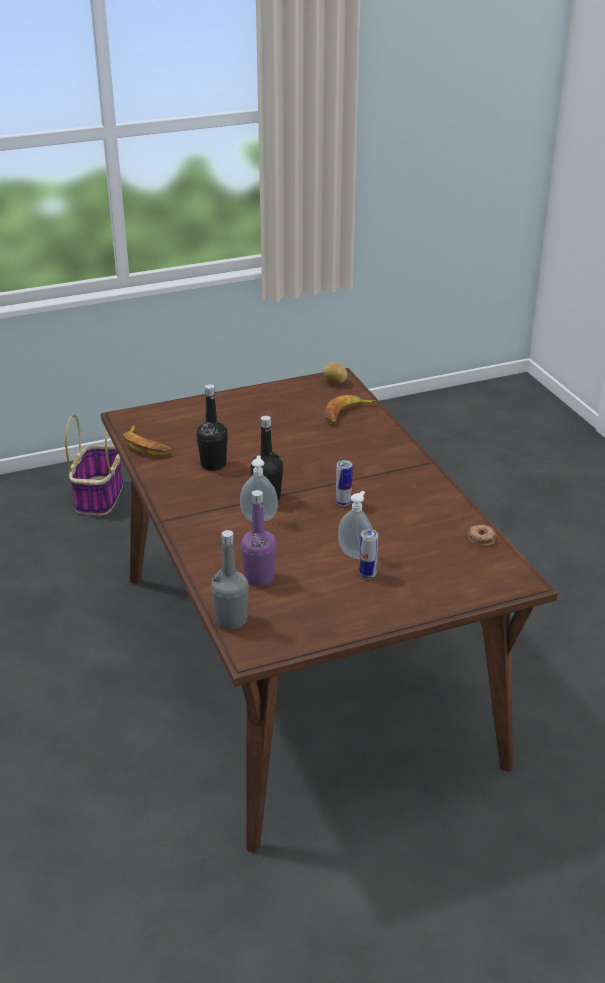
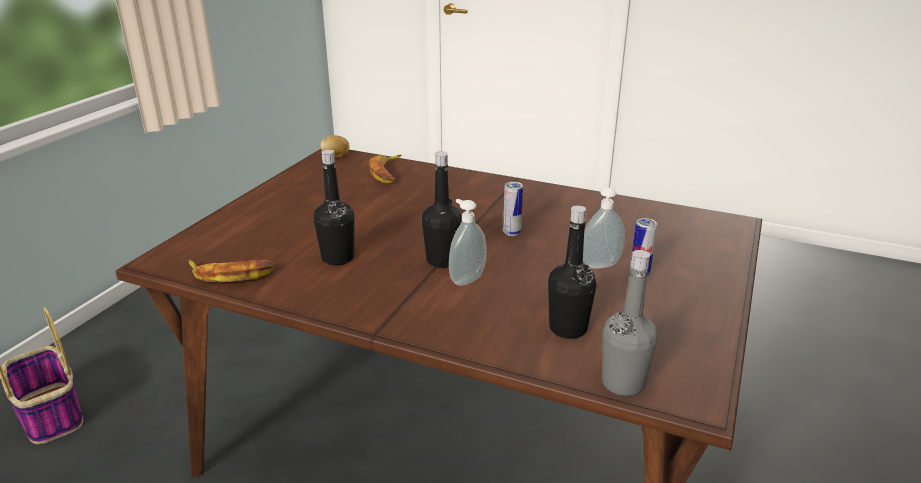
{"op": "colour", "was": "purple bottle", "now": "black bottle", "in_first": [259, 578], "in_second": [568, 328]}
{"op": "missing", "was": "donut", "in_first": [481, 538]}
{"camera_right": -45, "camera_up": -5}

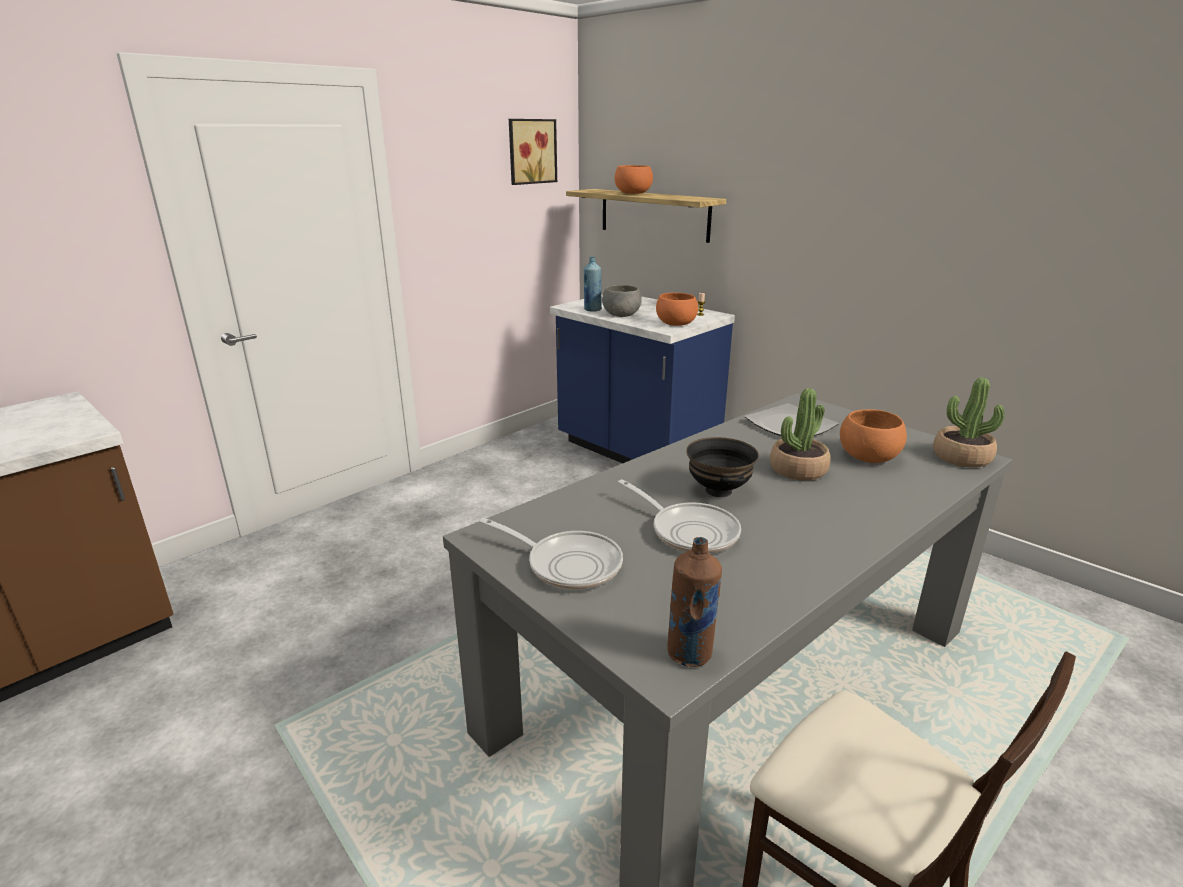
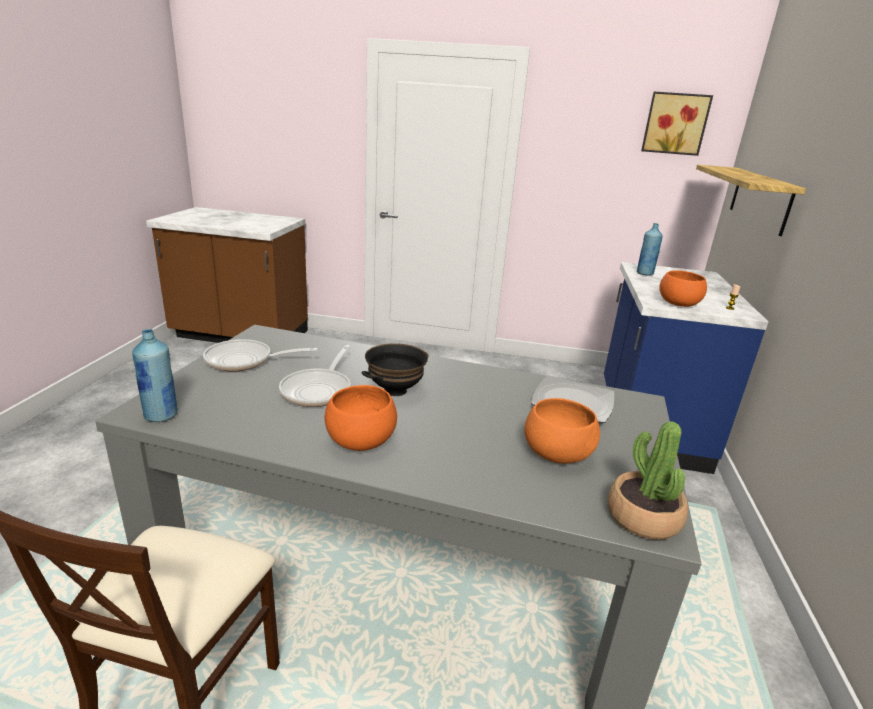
{"op": "colour", "was": "brown bottle", "now": "blue bottle", "in_first": [690, 653], "in_second": [161, 415]}
{"op": "spun", "was": "frying pan", "in_first": [567, 564], "in_second": [245, 361], "clockwise": 90}
{"op": "relocated", "was": "orange bowl", "in_first": [633, 193], "in_second": [361, 441]}
{"op": "missing", "was": "grey bowl", "in_first": [621, 314]}
{"op": "missing", "was": "potted plant", "in_first": [798, 469]}
{"camera_right": 55, "camera_up": 0}

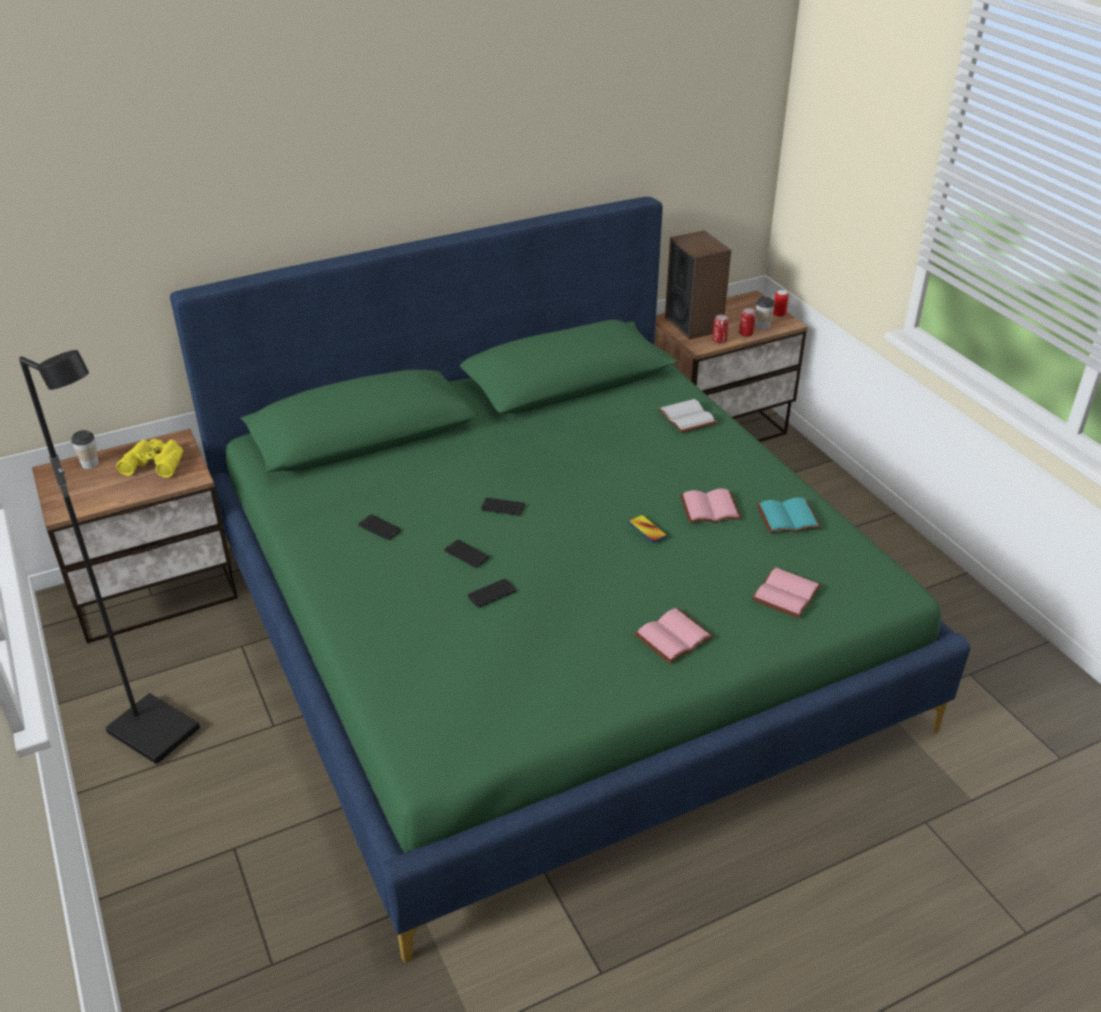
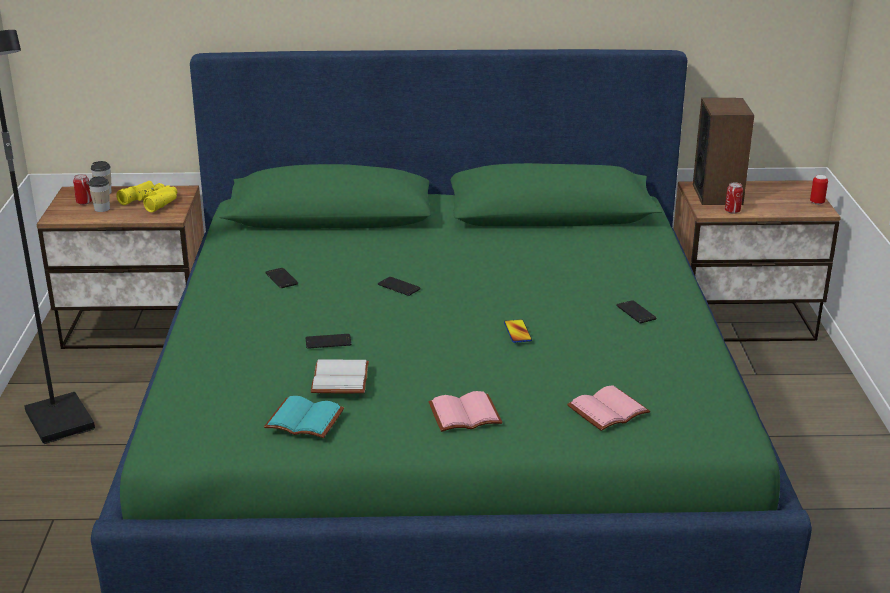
{"op": "relocated", "was": "can", "in_first": [746, 334], "in_second": [84, 202]}
{"op": "relocated", "was": "cup", "in_first": [762, 326], "in_second": [102, 209]}
{"op": "relocated", "was": "turquoise book", "in_first": [788, 517], "in_second": [306, 419]}
{"op": "relocated", "was": "white book", "in_first": [688, 417], "in_second": [342, 379]}
{"op": "relocated", "was": "phone", "in_first": [466, 554], "in_second": [636, 312]}
{"op": "missing", "was": "pink book", "in_first": [709, 509]}
{"camera_right": 25, "camera_up": -10}

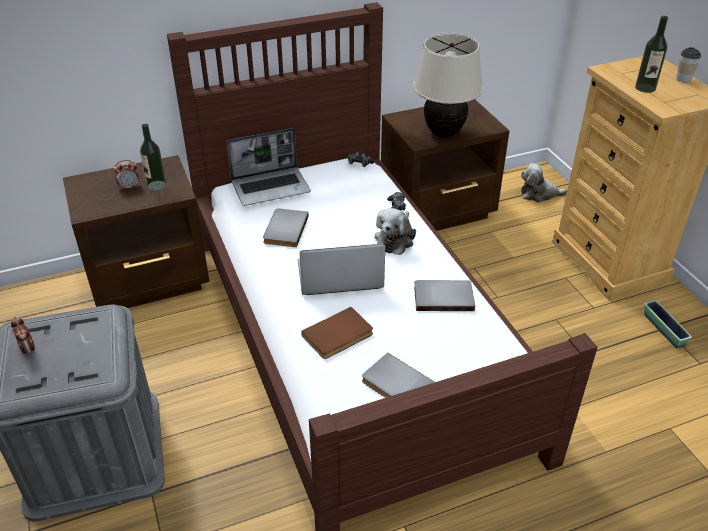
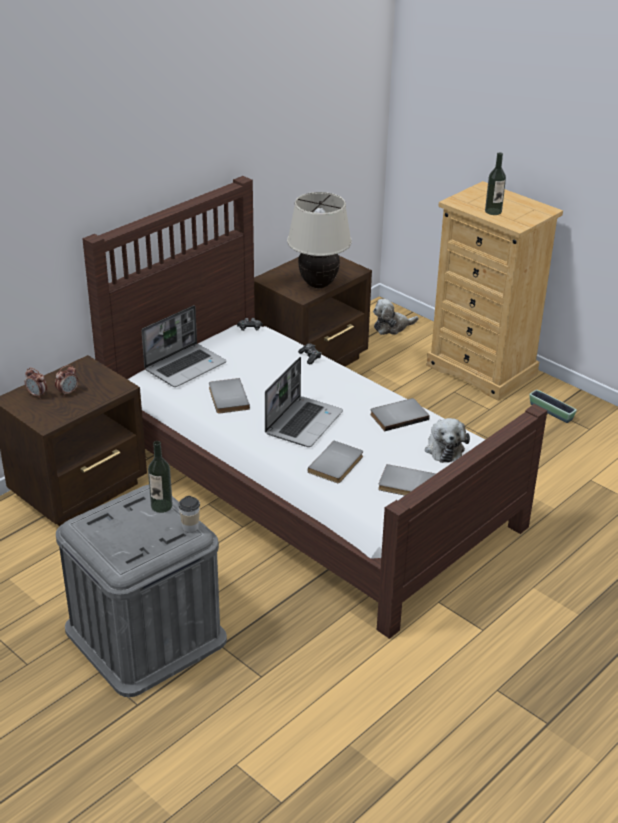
{"op": "relocated", "was": "alarm clock", "in_first": [28, 350], "in_second": [37, 395]}
{"op": "relocated", "was": "bottle", "in_first": [157, 185], "in_second": [161, 506]}
{"op": "relocated", "was": "cup", "in_first": [683, 79], "in_second": [190, 527]}
{"op": "spun", "was": "laptop", "in_first": [338, 276], "in_second": [303, 422], "clockwise": 150}
{"op": "colour", "was": "brown book", "now": "grey book", "in_first": [339, 336], "in_second": [337, 464]}
{"op": "relocated", "was": "plush toy", "in_first": [395, 239], "in_second": [444, 448]}
{"camera_right": -25, "camera_up": -5}

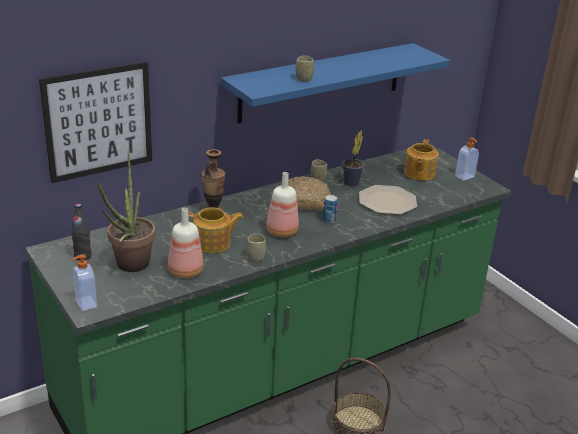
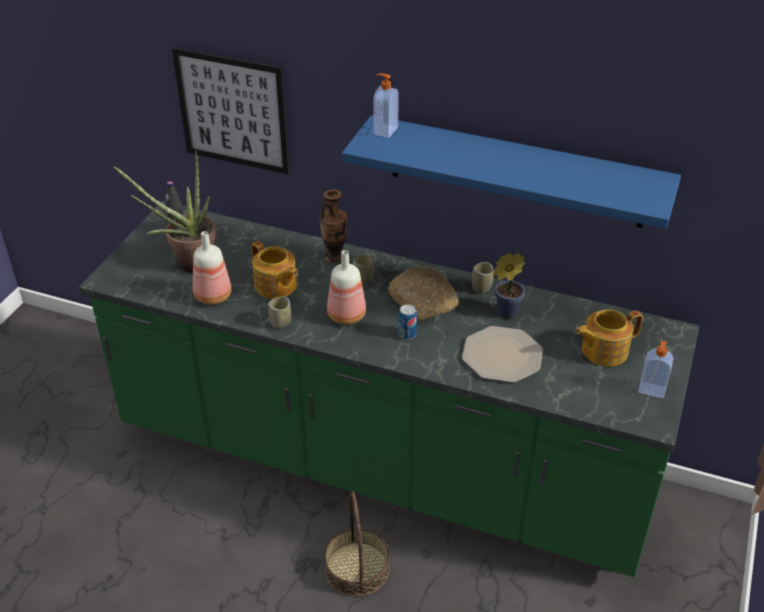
{"op": "relocated", "was": "cup", "in_first": [304, 79], "in_second": [363, 279]}
{"op": "relocated", "was": "soap dispenser", "in_first": [85, 303], "in_second": [385, 131]}
{"camera_right": 55, "camera_up": 10}

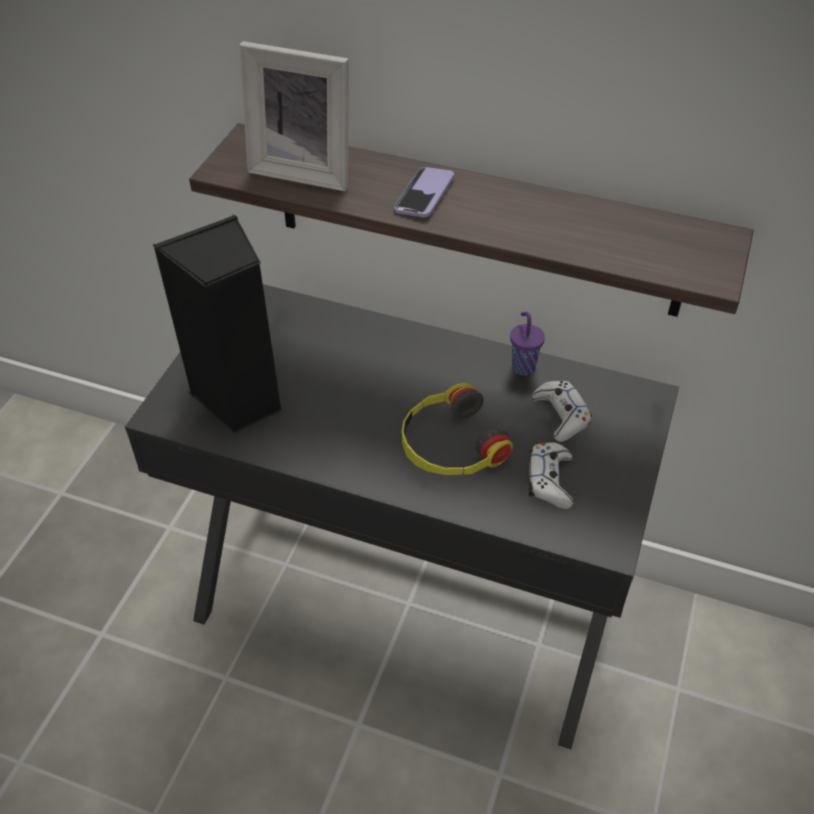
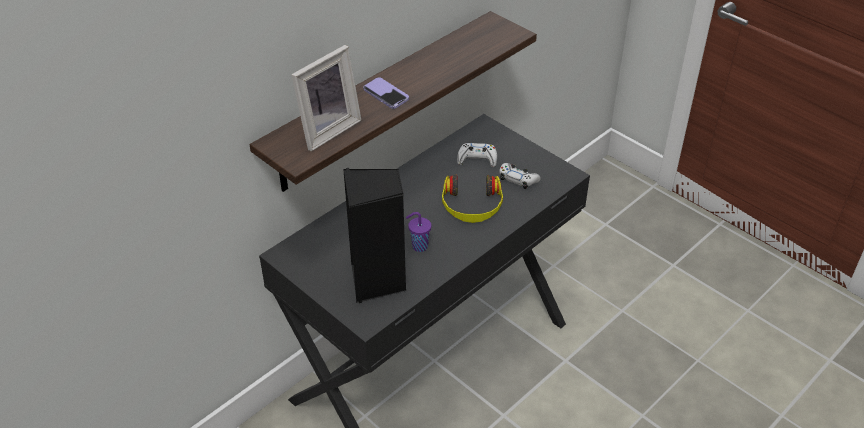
{"op": "relocated", "was": "purple cup", "in_first": [522, 366], "in_second": [418, 246]}
{"camera_right": -65, "camera_up": -5}

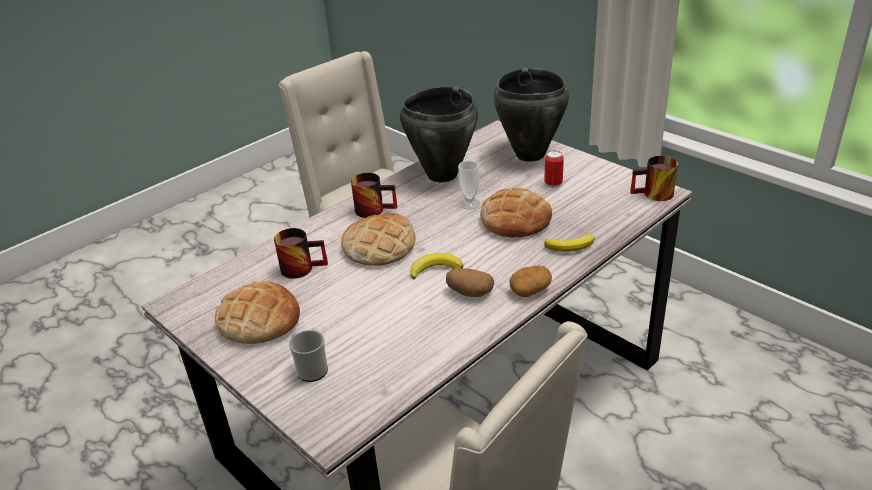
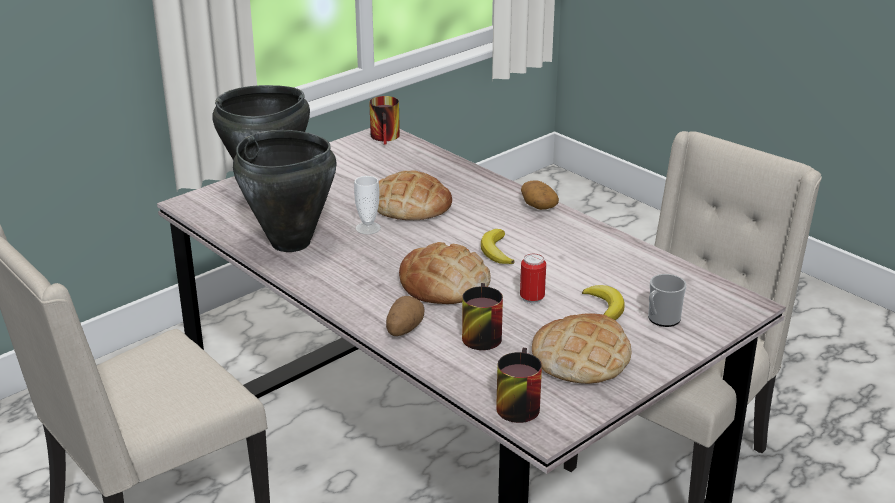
{"op": "relocated", "was": "potato", "in_first": [469, 293], "in_second": [403, 329]}
{"op": "relocated", "was": "mug", "in_first": [375, 208], "in_second": [514, 403]}
{"op": "relocated", "was": "can", "in_first": [553, 184], "in_second": [532, 299]}
{"op": "relocated", "was": "banana", "in_first": [571, 246], "in_second": [605, 306]}
{"camera_right": -90, "camera_up": -5}

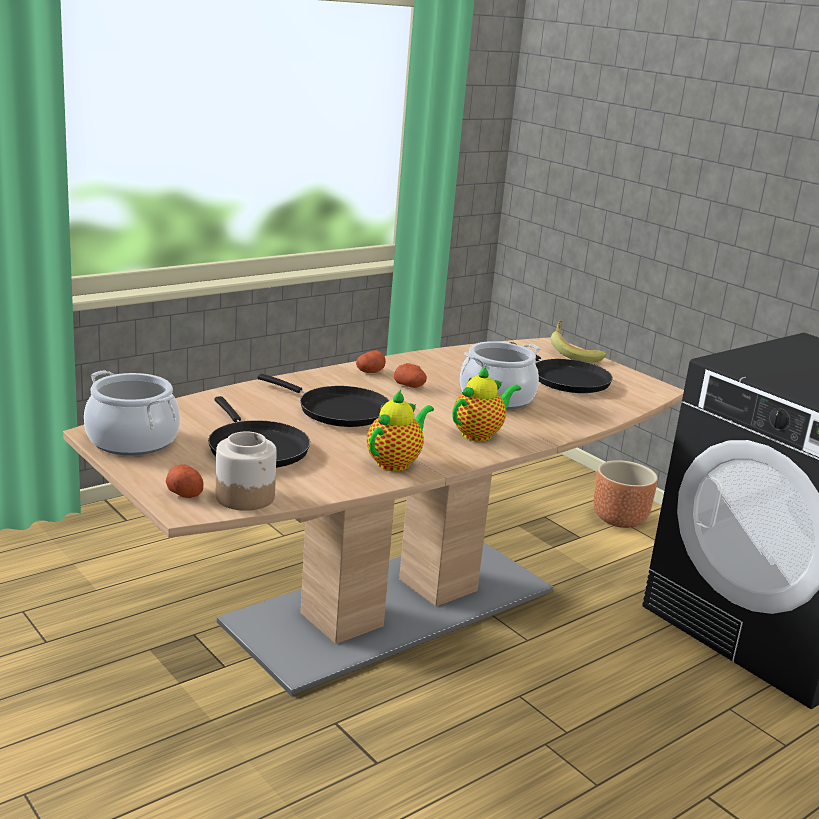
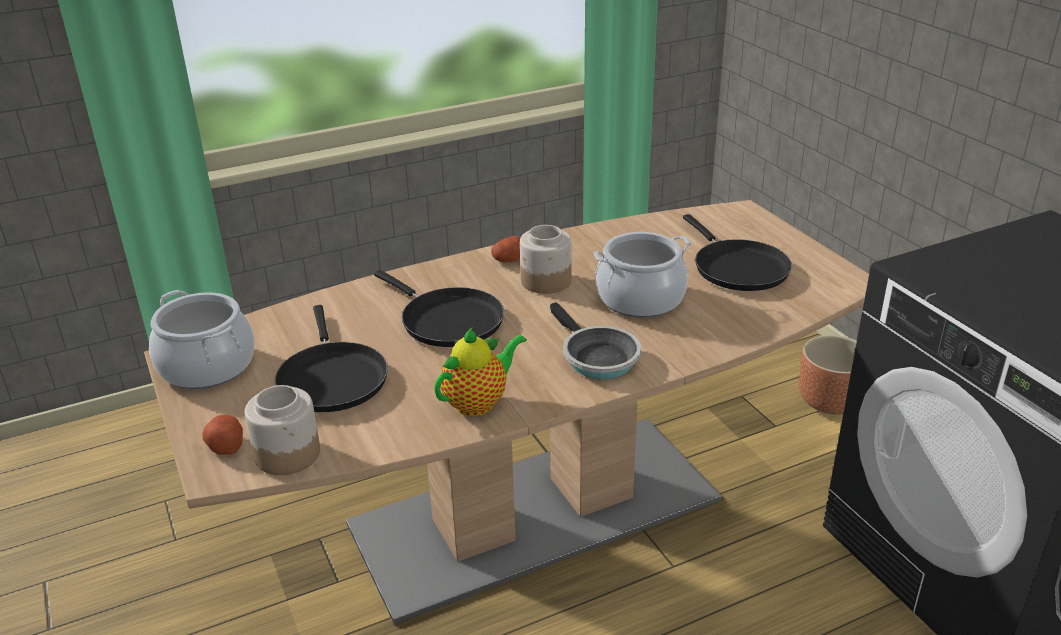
{"op": "exchanged", "was": "potato", "now": "jar", "in_first": [410, 386], "in_second": [545, 281]}
{"op": "exchanged", "was": "teapot", "now": "frying pan", "in_first": [479, 434], "in_second": [596, 357]}
{"op": "missing", "was": "banana", "in_first": [574, 355]}
{"camera_right": 15, "camera_up": 10}

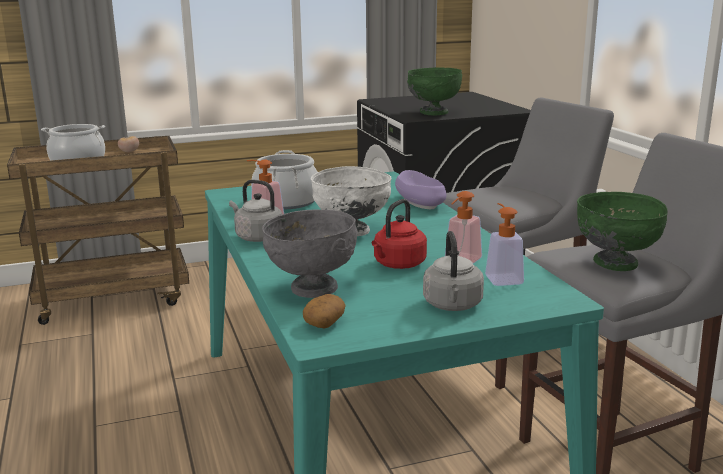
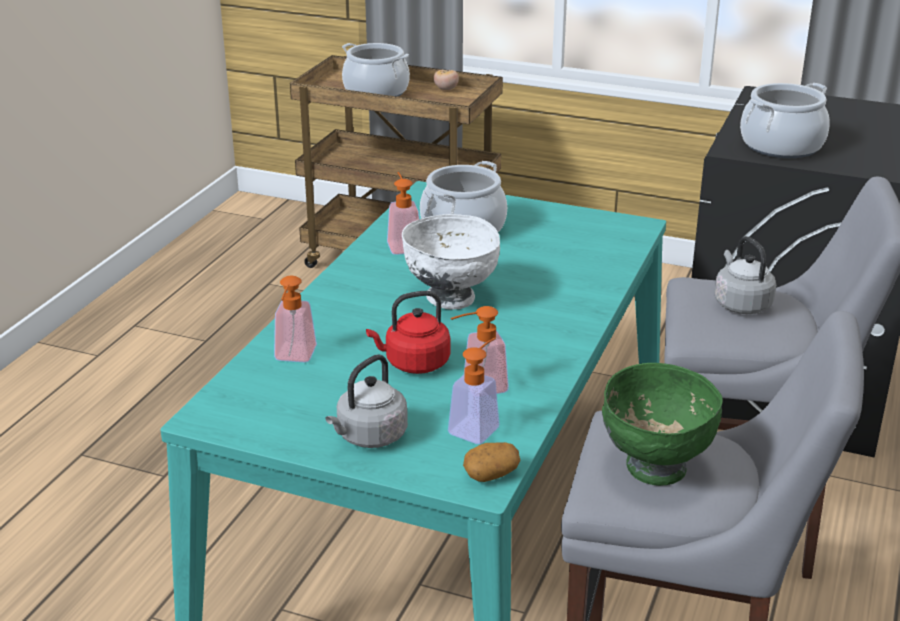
{"op": "exchanged", "was": "grey bowl", "now": "soap dispenser", "in_first": [312, 288], "in_second": [293, 358]}
{"op": "relocated", "was": "potato", "in_first": [324, 323], "in_second": [491, 473]}
{"op": "relocated", "was": "grey kettle", "in_first": [257, 237], "in_second": [740, 304]}
{"op": "exchanged", "was": "green bowl", "now": "cooking pot", "in_first": [433, 113], "in_second": [781, 146]}
{"op": "missing", "was": "purple bowl", "in_first": [419, 202]}
{"camera_right": 40, "camera_up": 10}

